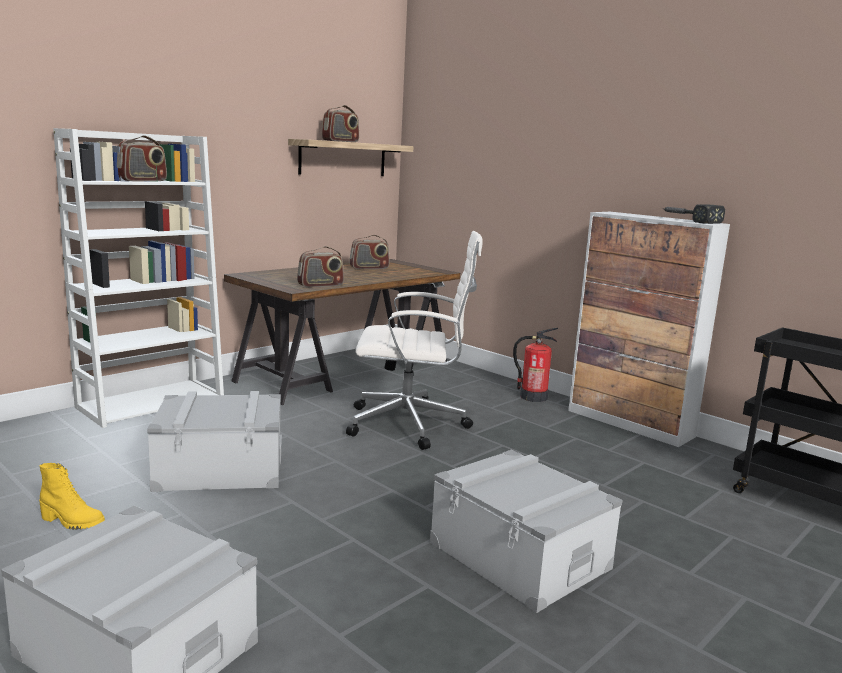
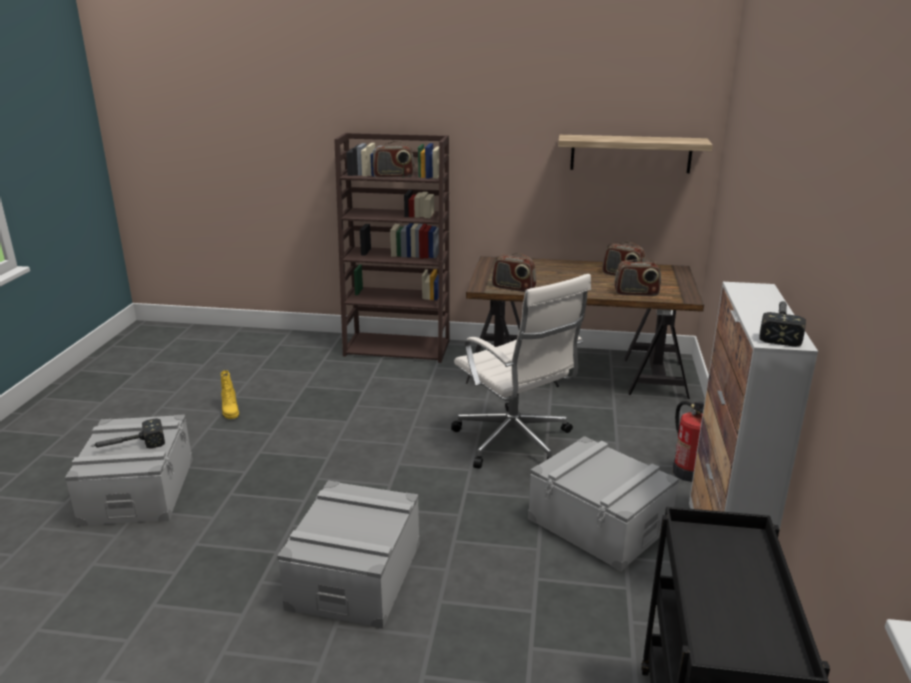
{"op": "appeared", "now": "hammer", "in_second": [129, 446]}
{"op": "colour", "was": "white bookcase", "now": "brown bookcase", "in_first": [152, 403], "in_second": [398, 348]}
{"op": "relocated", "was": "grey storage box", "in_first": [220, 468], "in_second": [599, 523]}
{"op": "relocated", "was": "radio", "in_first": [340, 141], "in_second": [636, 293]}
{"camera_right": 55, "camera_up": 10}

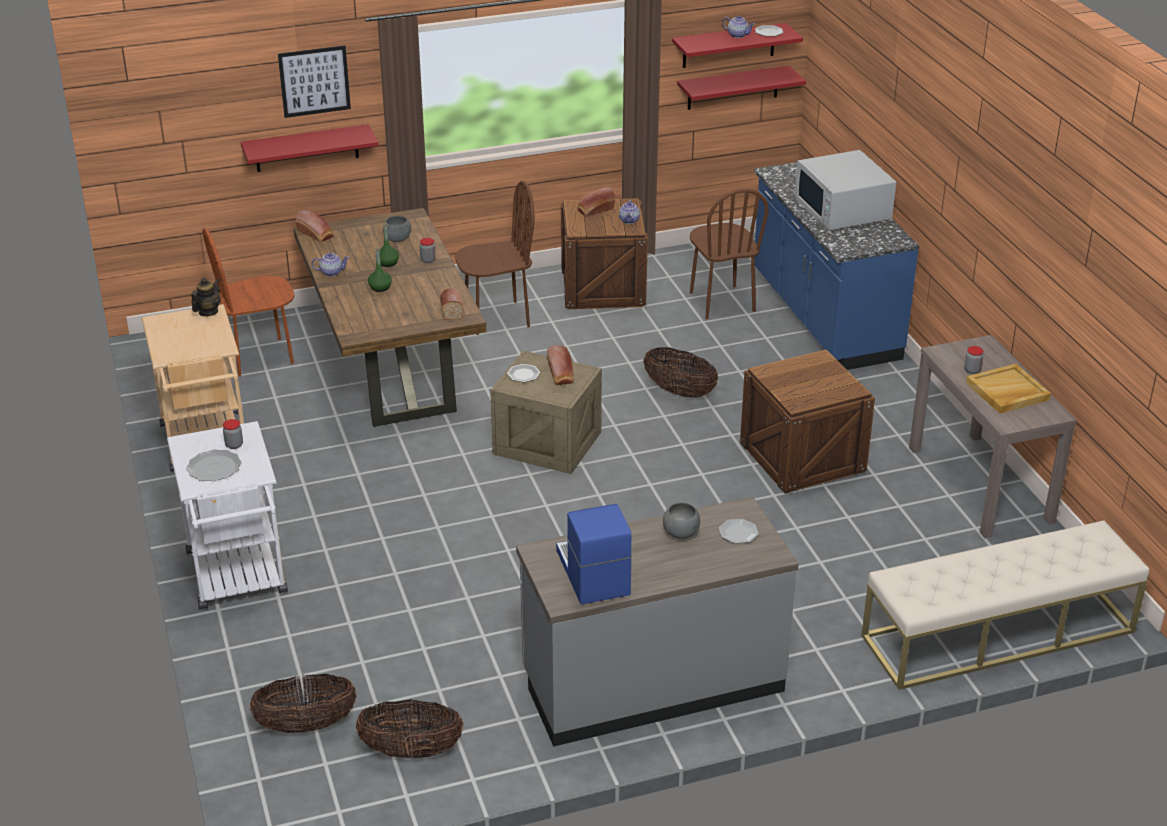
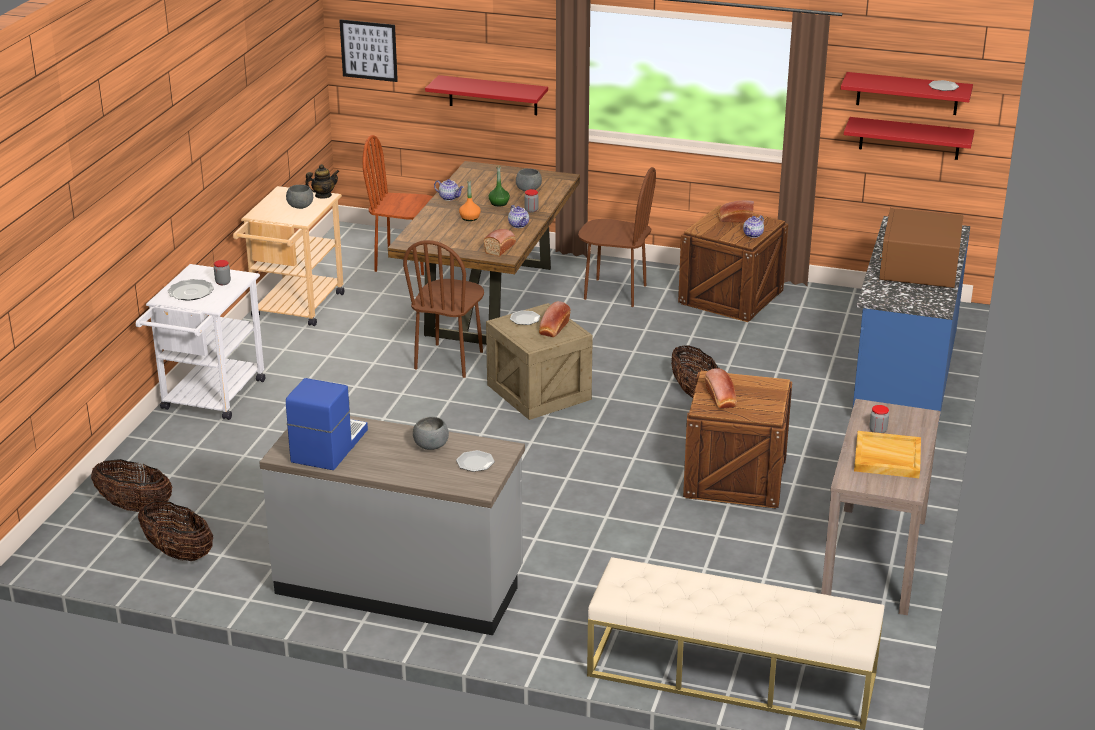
{"op": "appeared", "now": "grey bowl", "in_second": [300, 207]}
{"op": "relocated", "was": "picture", "in_first": [314, 81], "in_second": [368, 50]}
{"op": "relocated", "was": "brown chair", "in_first": [721, 302], "in_second": [449, 360]}
{"op": "colour", "was": "green bottle", "now": "orange bottle", "in_first": [380, 287], "in_second": [469, 218]}
{"op": "relocated", "was": "teapot", "in_first": [738, 35], "in_second": [519, 225]}
{"op": "relocated", "was": "bread", "in_first": [316, 234], "in_second": [721, 399]}
{"op": "colour", "was": "white microwave", "now": "brown microwave", "in_first": [842, 210], "in_second": [918, 269]}
{"camera_right": 35, "camera_up": -5}

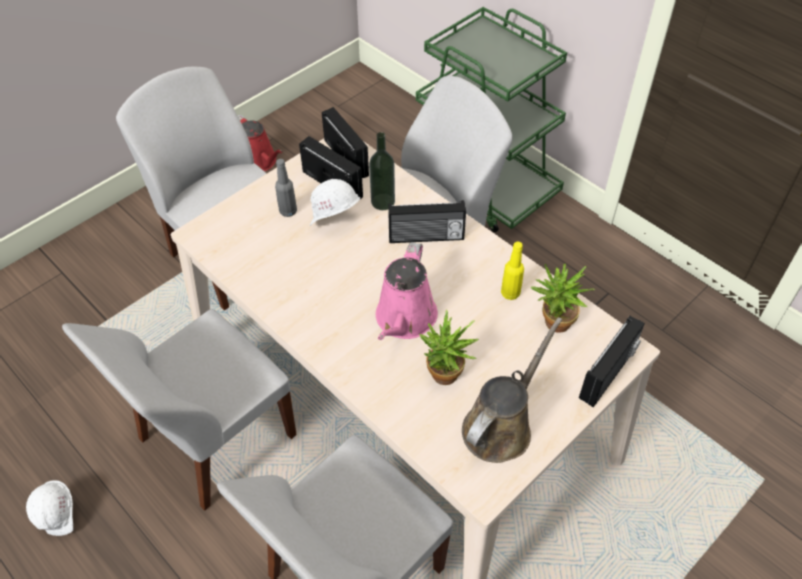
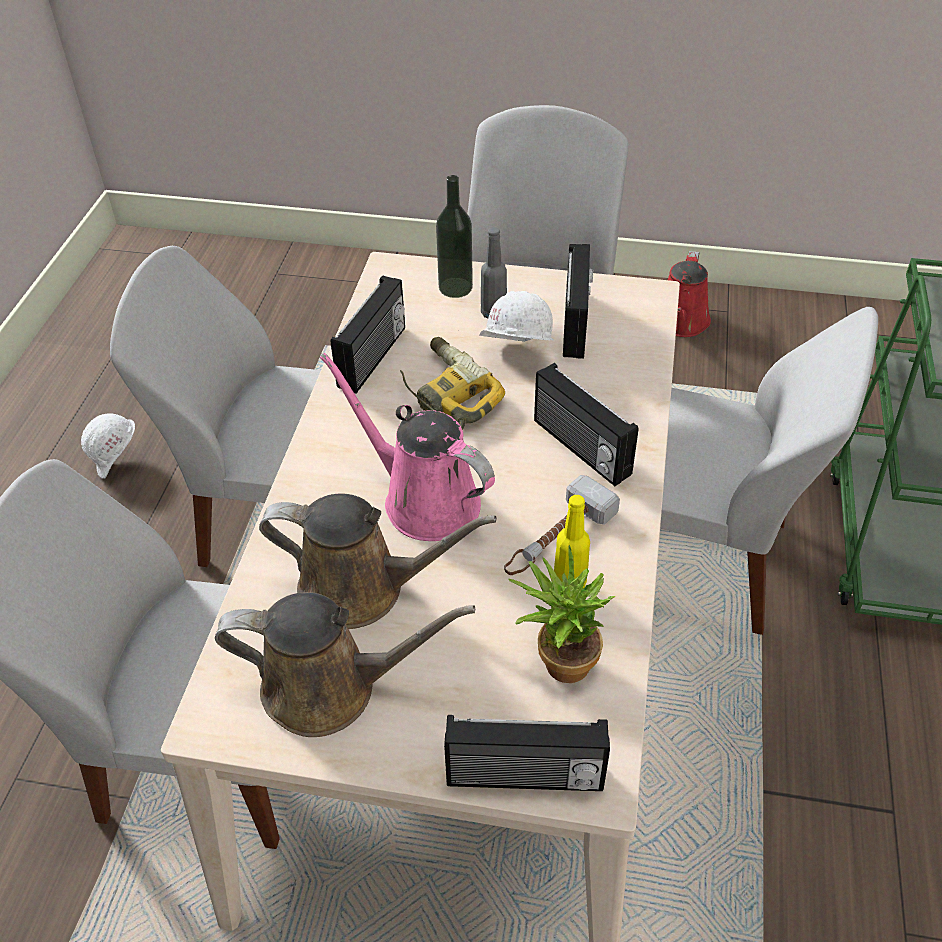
{"op": "exchanged", "was": "potted plant", "now": "brown watering can", "in_first": [445, 379], "in_second": [362, 588]}
{"op": "spun", "was": "pink watering can", "in_first": [404, 320], "in_second": [423, 499], "clockwise": 60}
{"op": "relocated", "was": "radio", "in_first": [347, 157], "in_second": [374, 357]}
{"op": "appeared", "now": "power drill", "in_second": [446, 394]}
{"op": "relocated", "was": "bottle", "in_first": [382, 202], "in_second": [455, 287]}
{"op": "appeared", "now": "hammer", "in_second": [556, 539]}
{"camera_right": 55, "camera_up": -5}

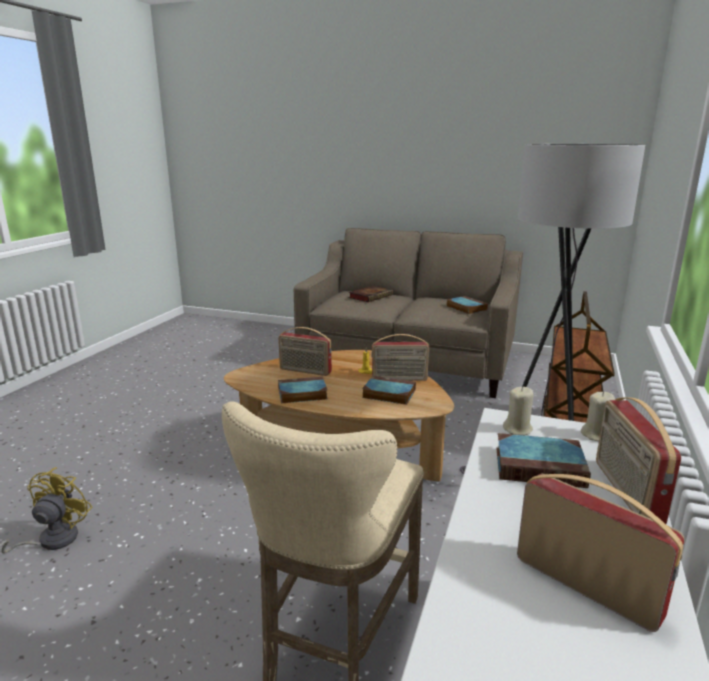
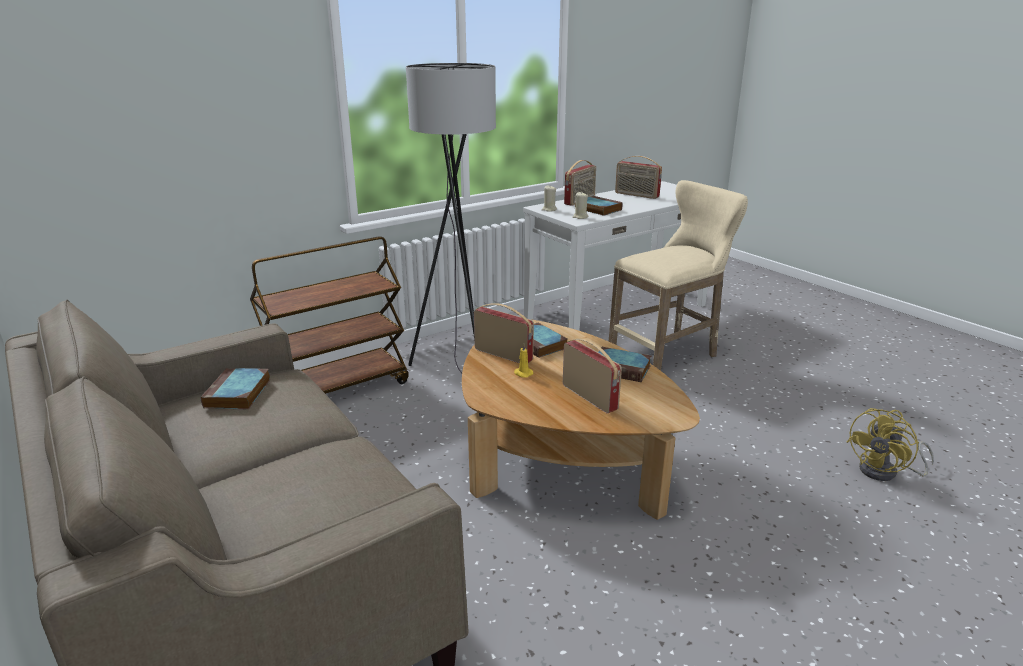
{"op": "spun", "was": "radio", "in_first": [587, 585], "in_second": [636, 195], "clockwise": -45}
{"op": "missing", "was": "book", "in_first": [371, 296]}
{"camera_right": -145, "camera_up": 5}

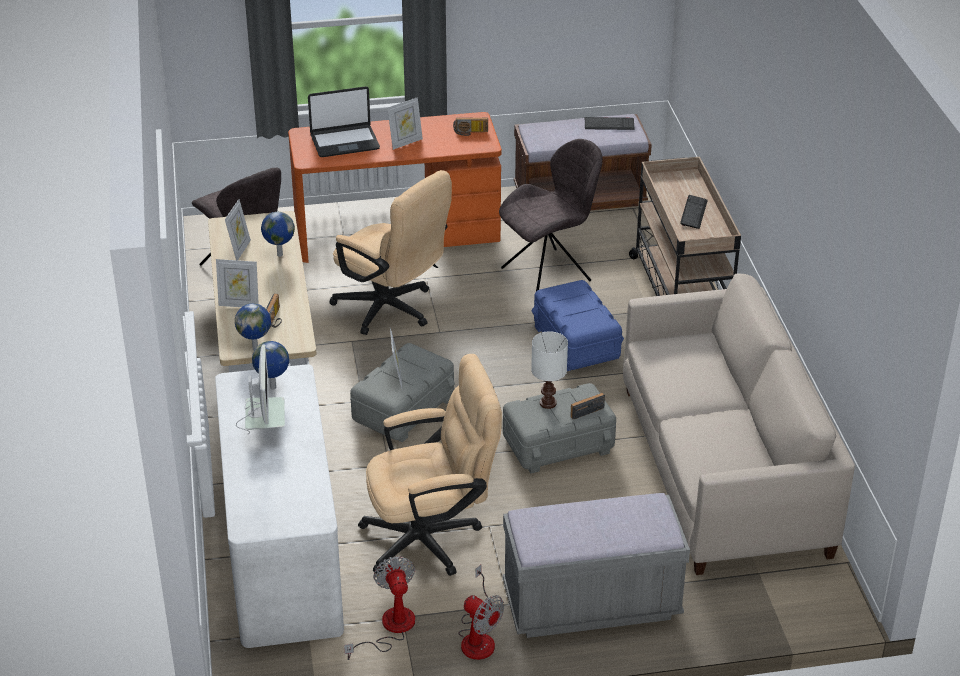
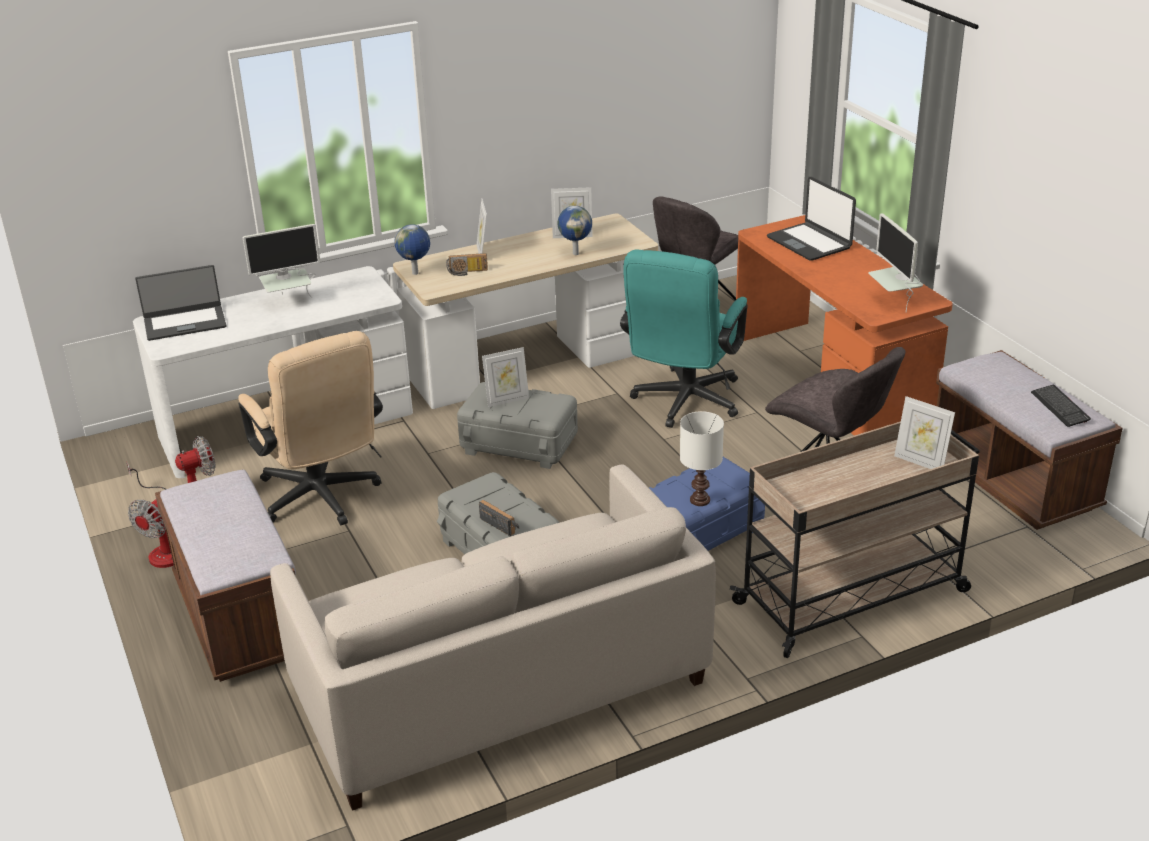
{"op": "appeared", "now": "laptop", "in_second": [185, 323]}
{"op": "colour", "was": "grey bench", "now": "brown bench", "in_first": [591, 603], "in_second": [239, 619]}
{"op": "colour", "was": "beige office chair", "now": "turquoise office chair", "in_first": [392, 310], "in_second": [683, 404]}
{"op": "relocated", "was": "white table lamp", "in_first": [548, 403], "in_second": [700, 501]}
{"op": "exchanged", "was": "radio", "now": "monitor", "in_first": [470, 132], "in_second": [894, 302]}
{"op": "relocated", "was": "picture frame", "in_first": [405, 142], "in_second": [920, 462]}
{"op": "missing", "was": "globe", "in_first": [273, 388]}
{"op": "missing", "was": "keyboard", "in_first": [693, 213]}
{"camera_right": 75, "camera_up": -5}

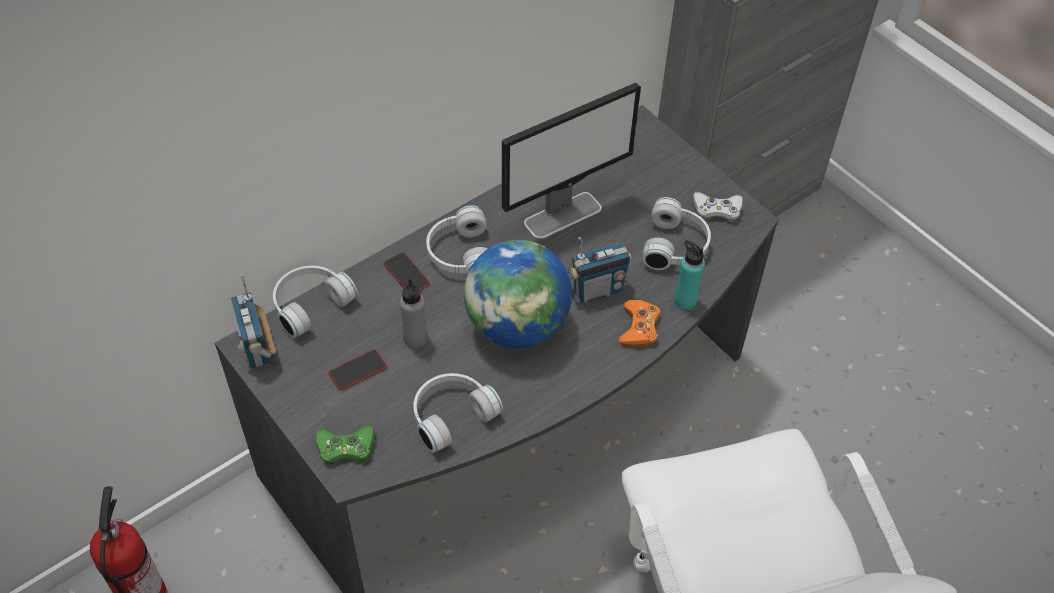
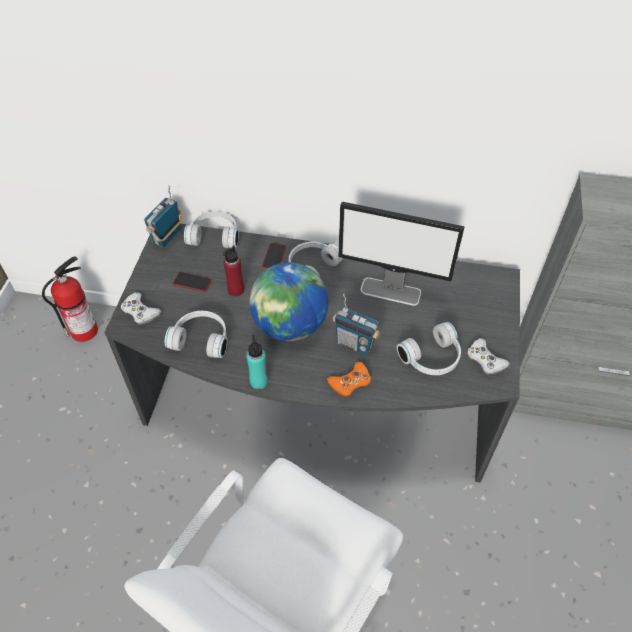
{"op": "colour", "was": "green game controller", "now": "white game controller", "in_first": [345, 447], "in_second": [140, 311]}
{"op": "colour", "was": "grey bottle", "now": "red bottle", "in_first": [415, 339], "in_second": [236, 290]}
{"op": "relocated", "was": "turquoise bottle", "in_first": [685, 301], "in_second": [259, 381]}
{"camera_right": 50, "camera_up": 0}

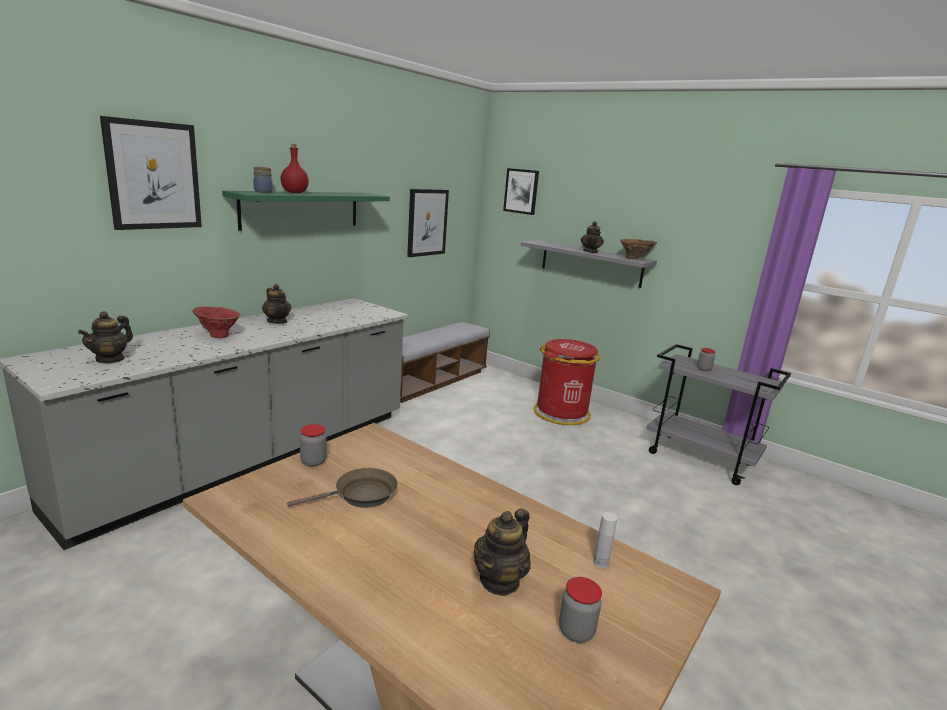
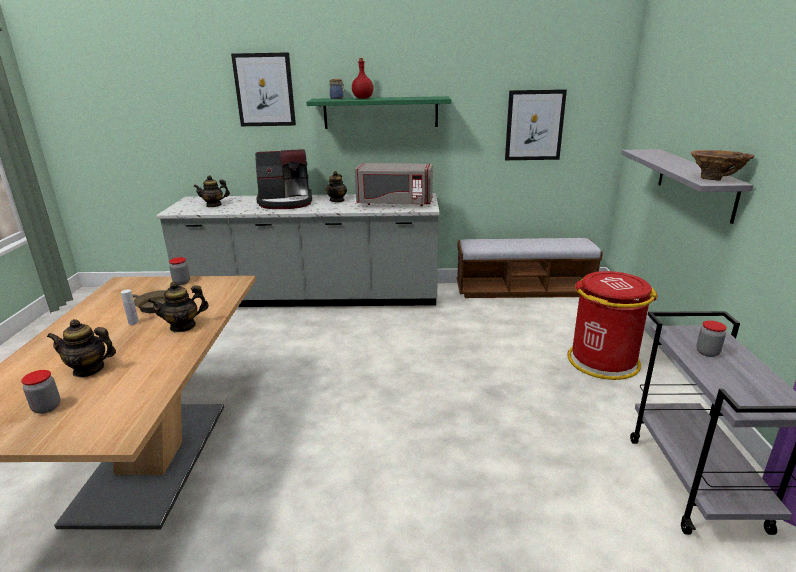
{"op": "relocated", "was": "white bottle", "in_first": [600, 563], "in_second": [133, 322]}
{"op": "relocated", "was": "teapot", "in_first": [590, 252], "in_second": [183, 326]}
{"op": "exchanged", "was": "red vase", "now": "coffee machine", "in_first": [217, 335], "in_second": [286, 202]}
{"op": "appeared", "now": "grey microwave", "in_second": [394, 203]}
{"op": "missing", "was": "picture", "in_first": [521, 191]}
{"camera_right": 55, "camera_up": 5}

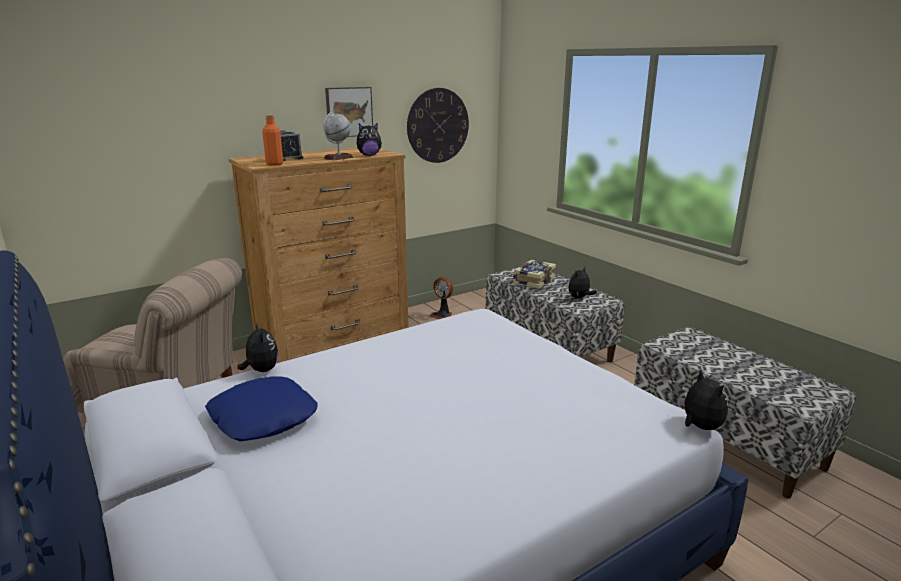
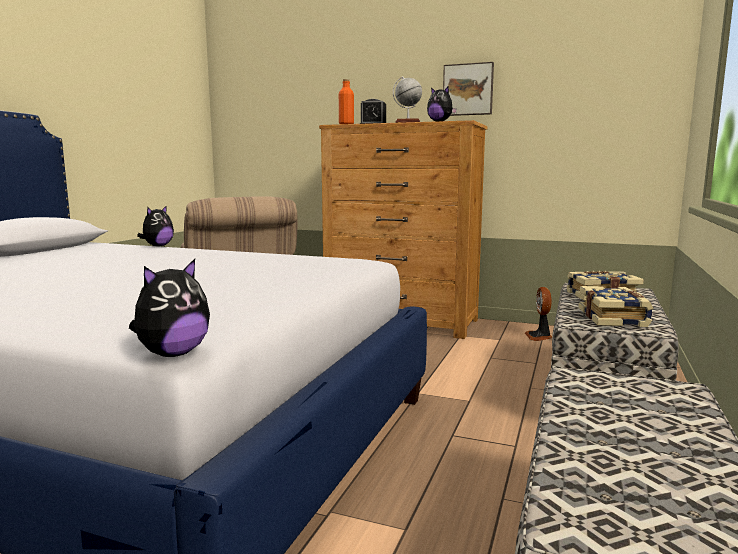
{"op": "exchanged", "was": "plush toy", "now": "book", "in_first": [579, 298], "in_second": [614, 318]}
{"op": "missing", "was": "blue pillow", "in_first": [262, 418]}
{"op": "missing", "was": "wall clock", "in_first": [438, 125]}
{"camera_right": 55, "camera_up": -10}

